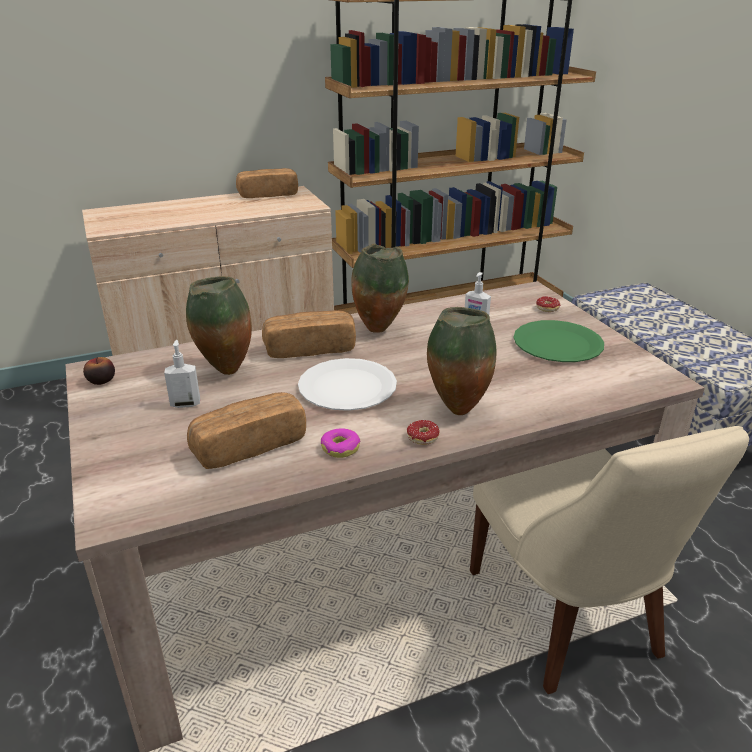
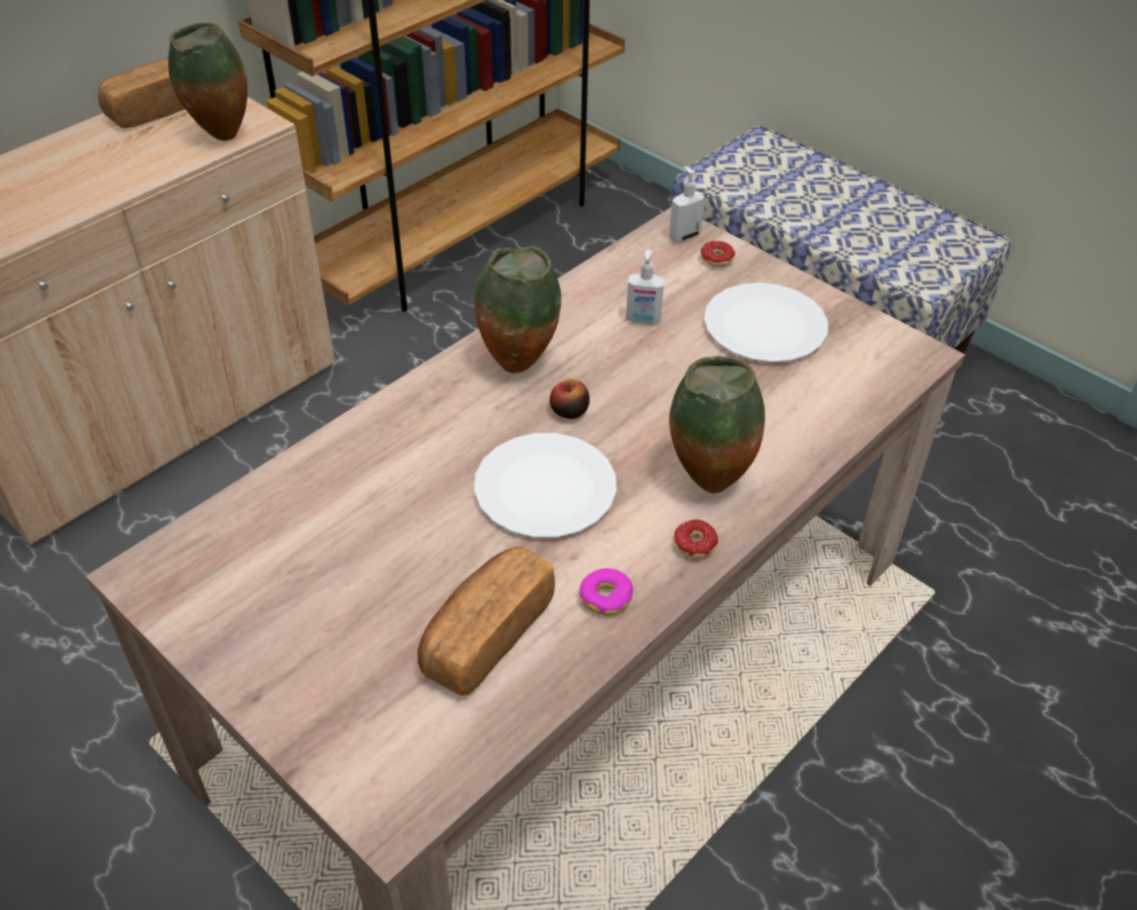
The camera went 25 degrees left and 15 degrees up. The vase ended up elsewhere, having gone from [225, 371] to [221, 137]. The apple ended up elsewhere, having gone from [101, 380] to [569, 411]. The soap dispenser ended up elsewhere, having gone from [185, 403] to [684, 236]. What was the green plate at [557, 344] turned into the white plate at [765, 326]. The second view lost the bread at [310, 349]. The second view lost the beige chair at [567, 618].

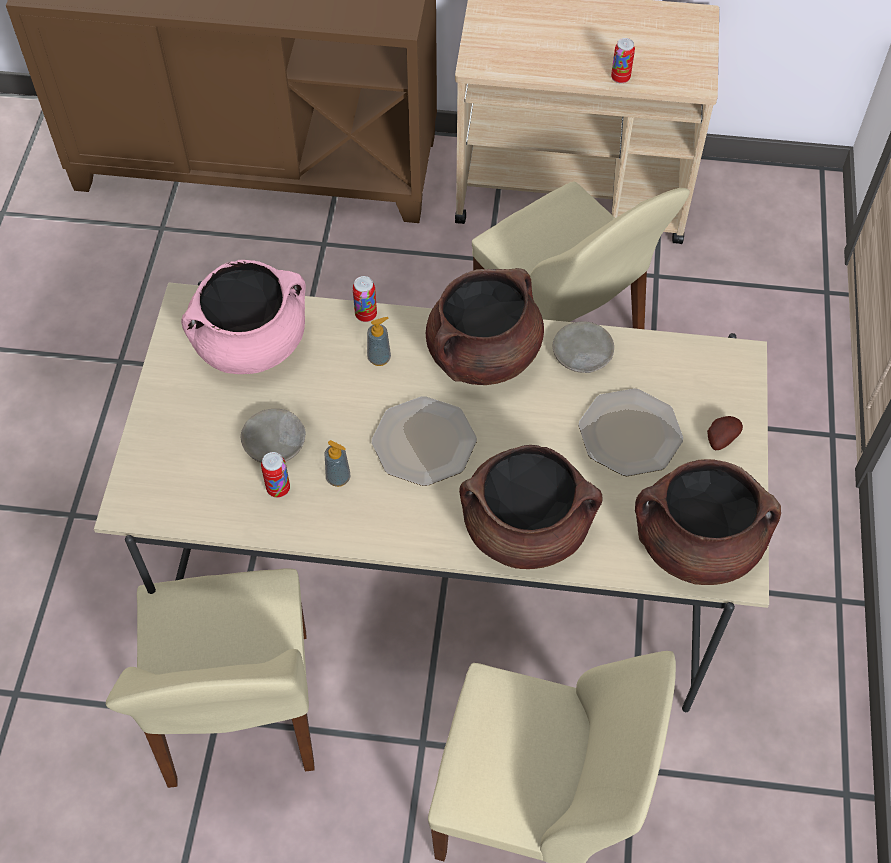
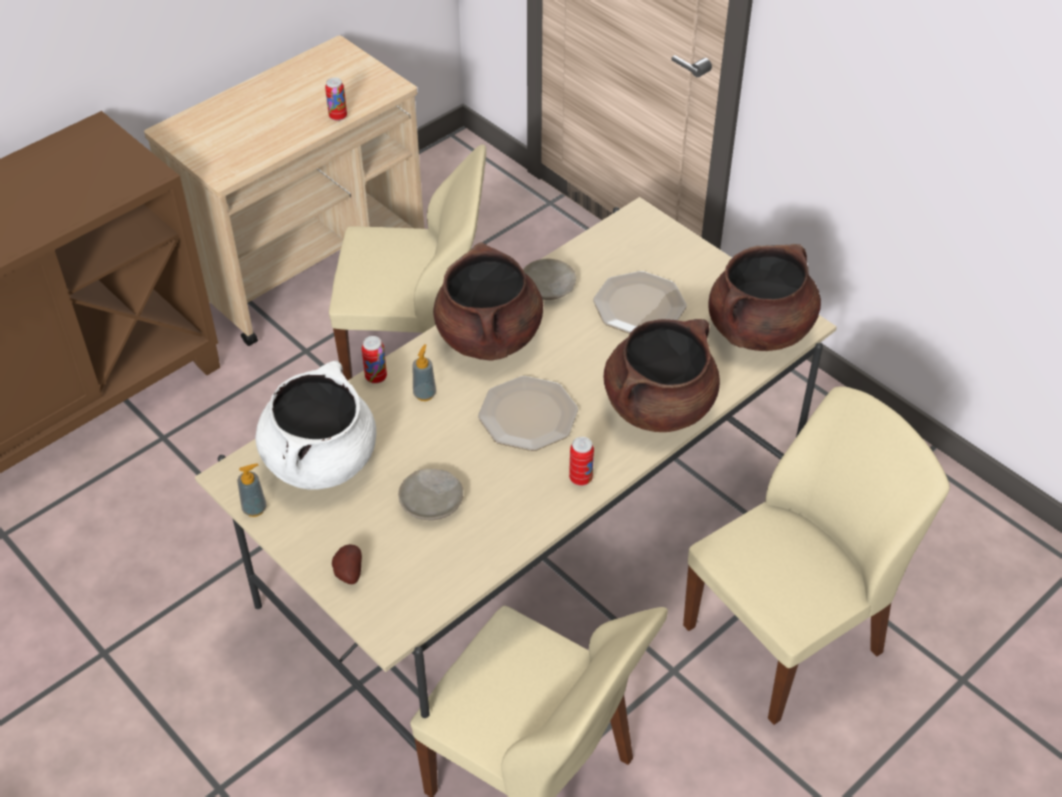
The camera went 50 degrees left and 10 degrees down. The soap dispenser ended up elsewhere, having gone from [338, 478] to [254, 509]. What was the pink cooking pot at [251, 343] turned into the white cooking pot at [320, 460]. The potato ended up elsewhere, having gone from [719, 439] to [347, 573]. The can ended up elsewhere, having gone from [278, 489] to [580, 478].

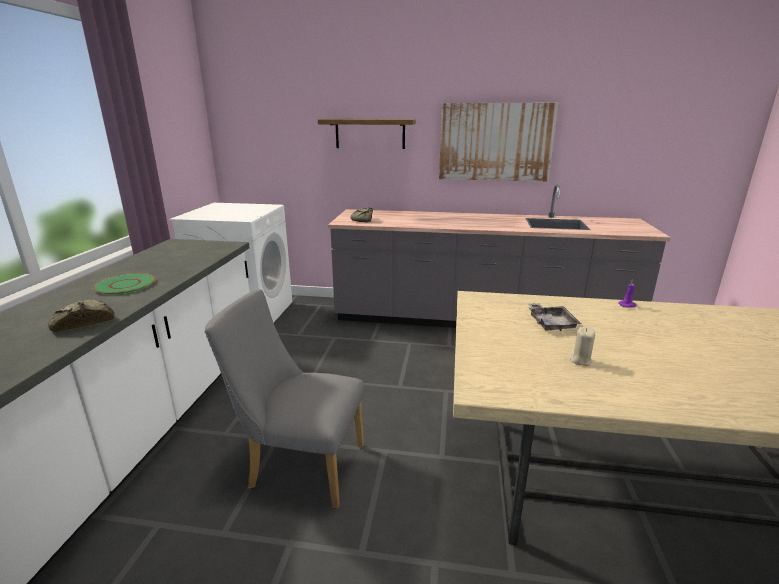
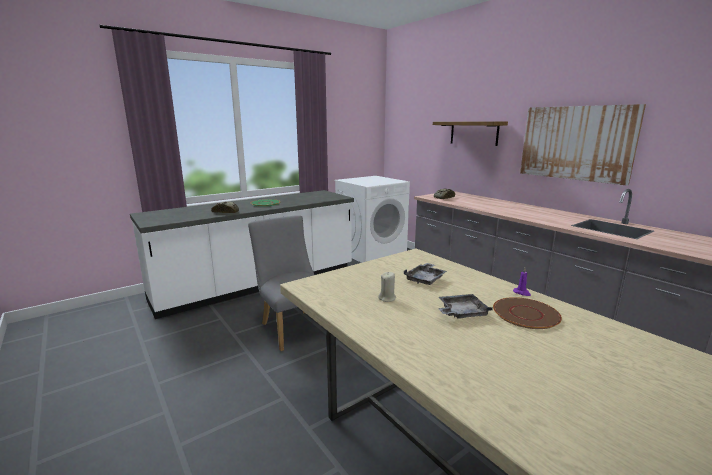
The camera went 45 degrees right and 5 degrees down. The second view gained the grey tray at [461, 313]. The second view gained the brown plate at [526, 314].

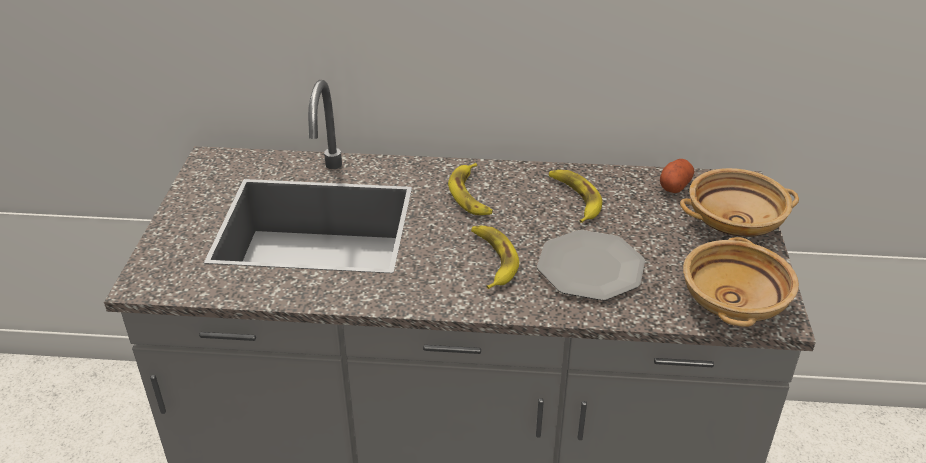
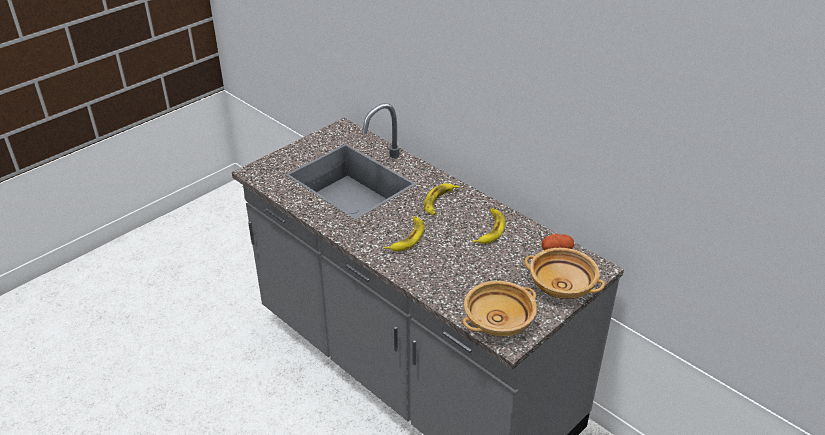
The camera went 40 degrees right and 0 degrees up. The second view lost the plate at [590, 267].

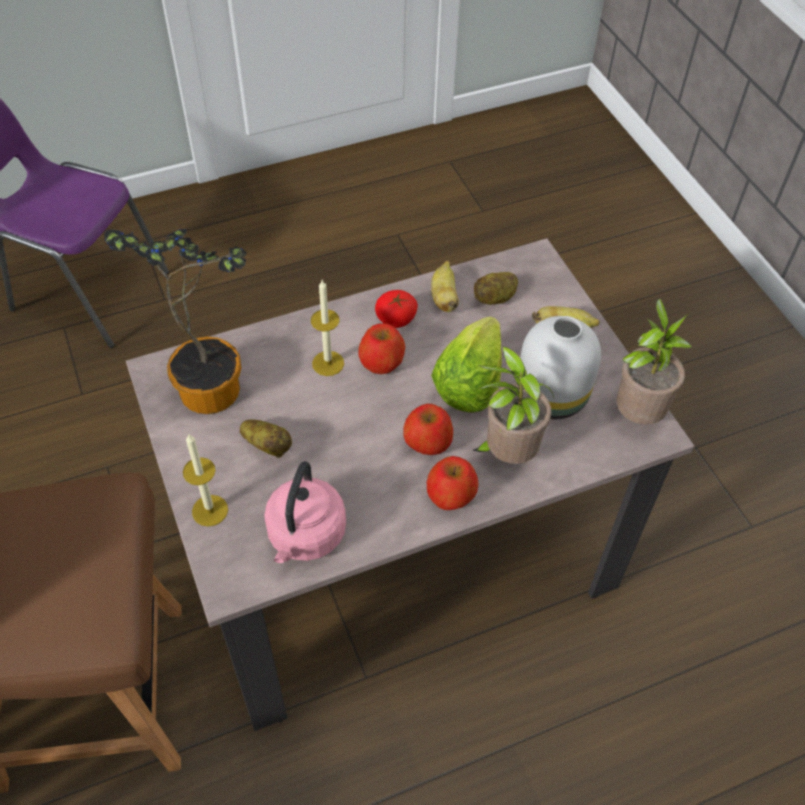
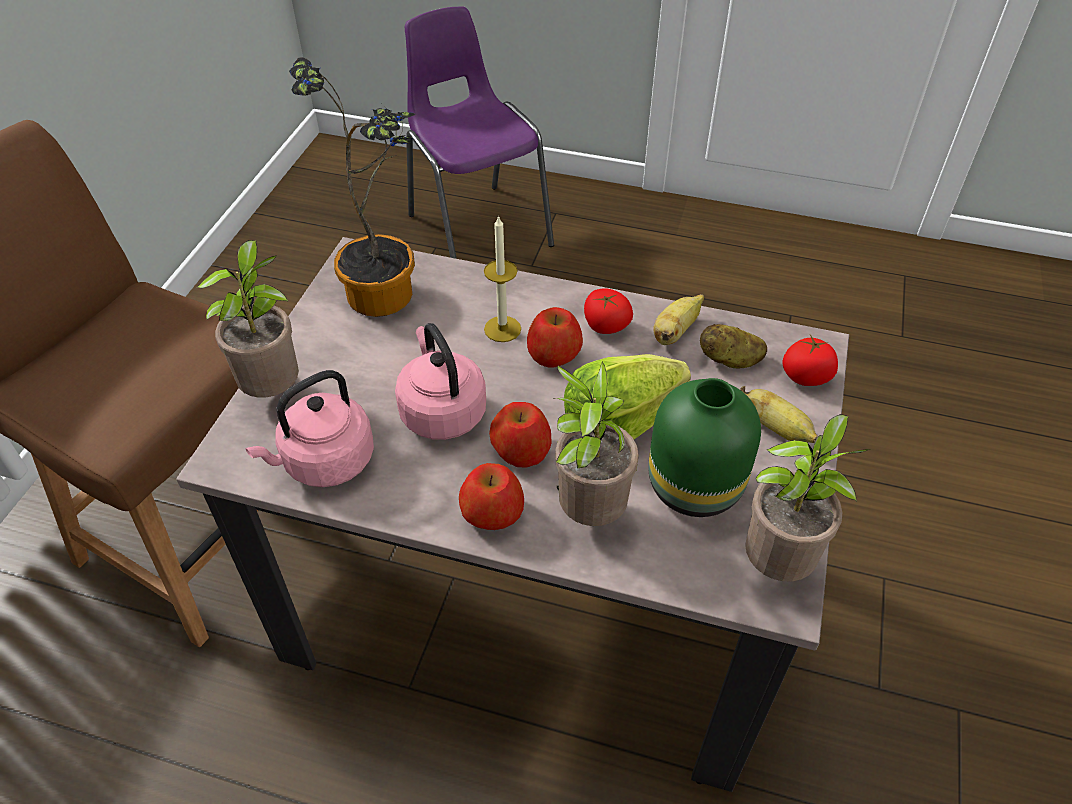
The camera went 40 degrees right and 5 degrees down. Where the candle stood at [210, 510], the potted plant came to stand at [275, 390]. The second view gained the pink kettle at [441, 411]. What was the white vase at [549, 397] turned into the green vase at [692, 485]. The second view gained the tomato at [806, 377]. The second view lost the potato at [267, 445].

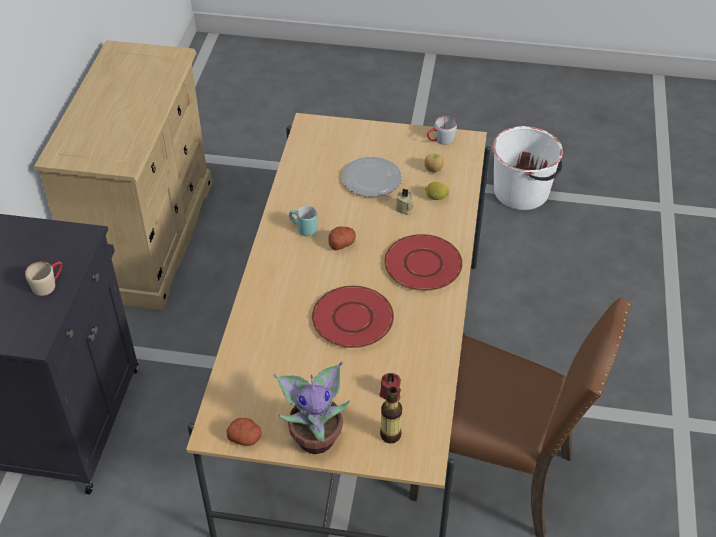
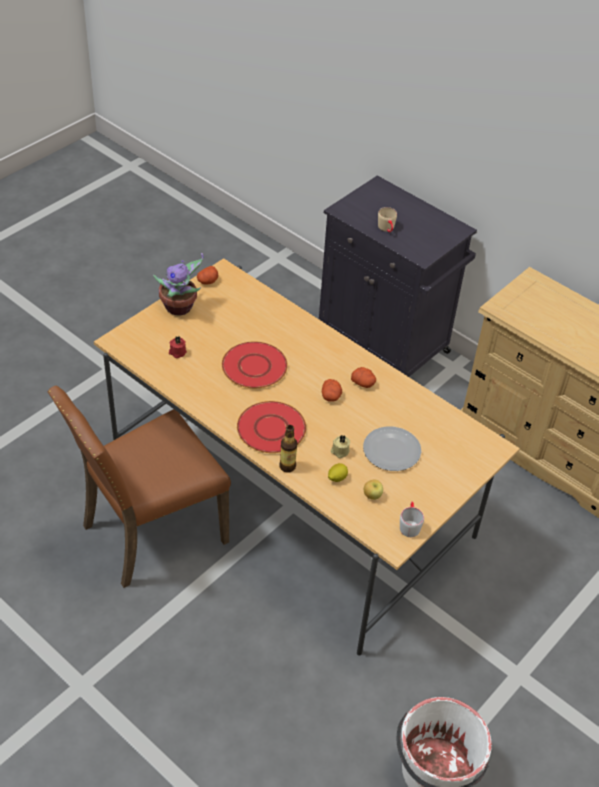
The camera went 120 degrees right and 0 degrees up. The bottle ended up elsewhere, having gone from [390, 435] to [287, 466]. Where the turquoise mug stood at [303, 230], the potato came to stand at [363, 383].

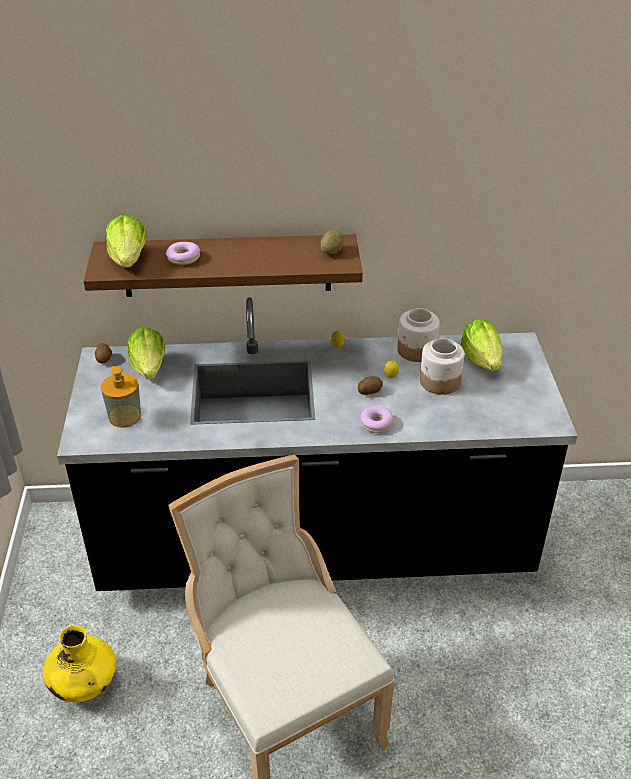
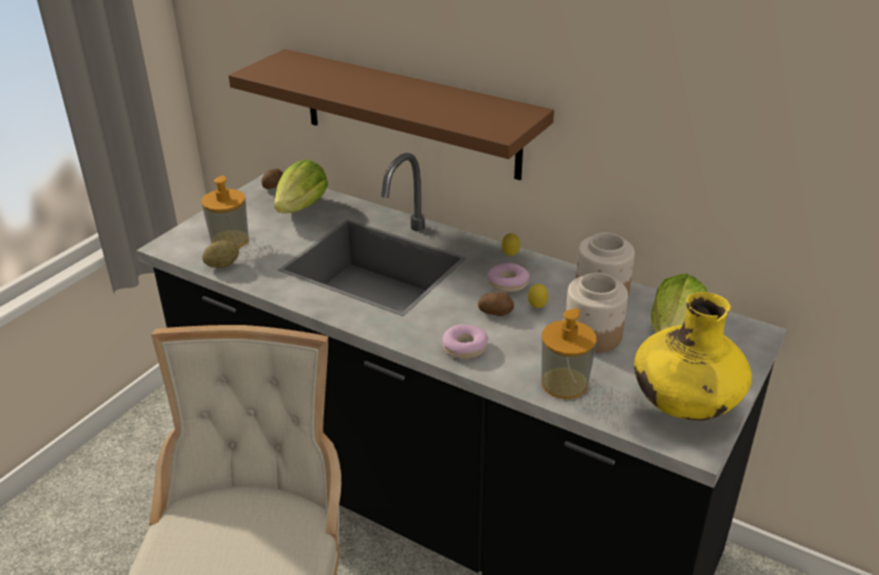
The camera went 35 degrees right and 5 degrees down. The potato ended up elsewhere, having gone from [331, 252] to [222, 265]. The donut ended up elsewhere, having gone from [183, 258] to [507, 283]. The second view gained the soap dispenser at [564, 383]. The yellow vase ended up elsewhere, having gone from [84, 685] to [684, 406]. The second view lost the lettuce at [129, 260].

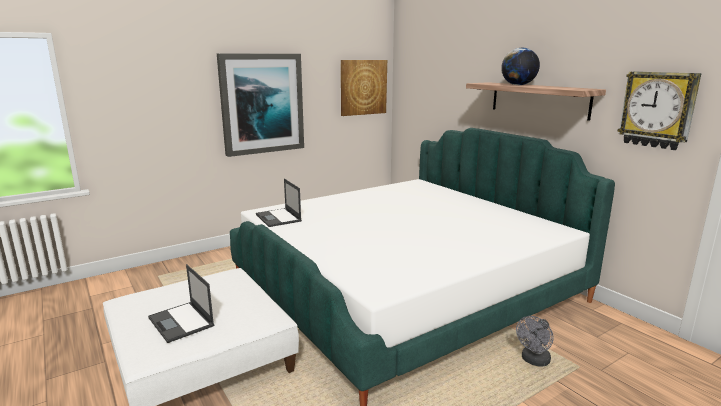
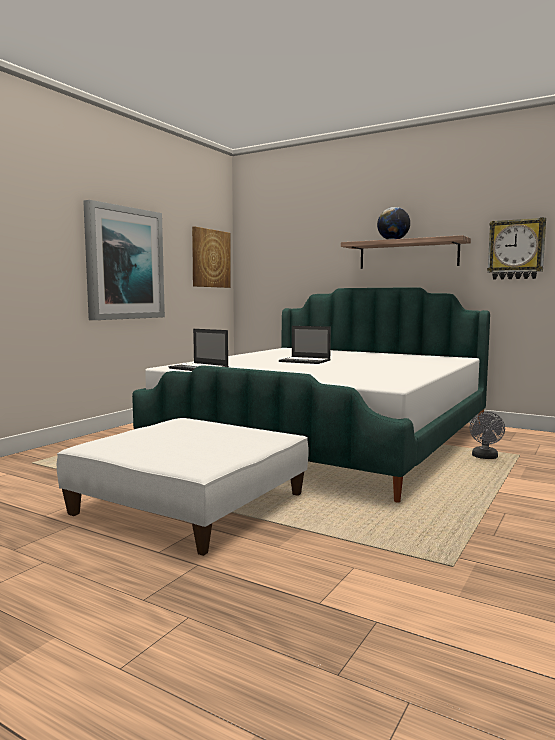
The camera went 25 degrees left and 10 degrees down. The laptop ended up elsewhere, having gone from [181, 322] to [305, 361].

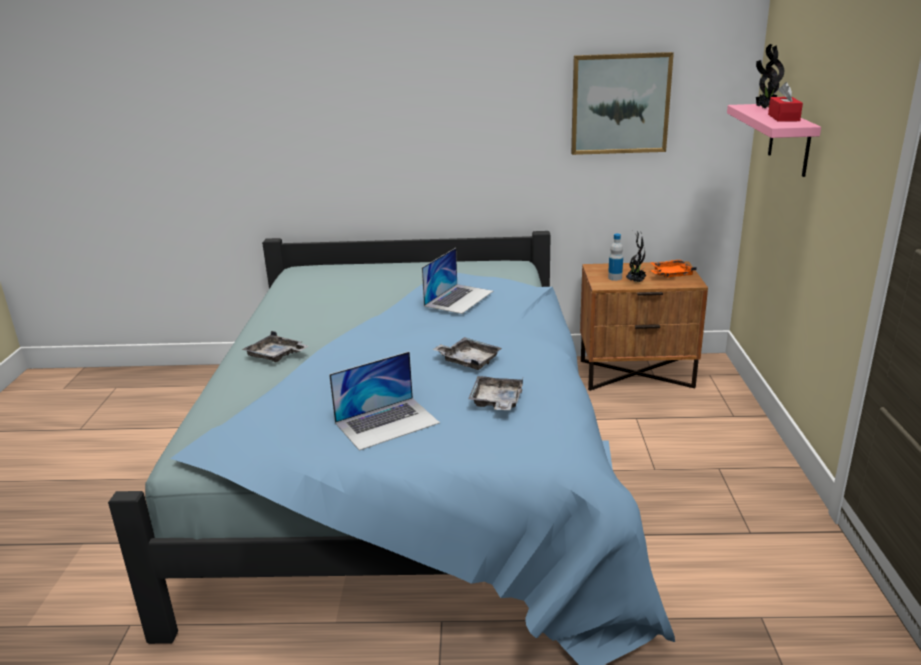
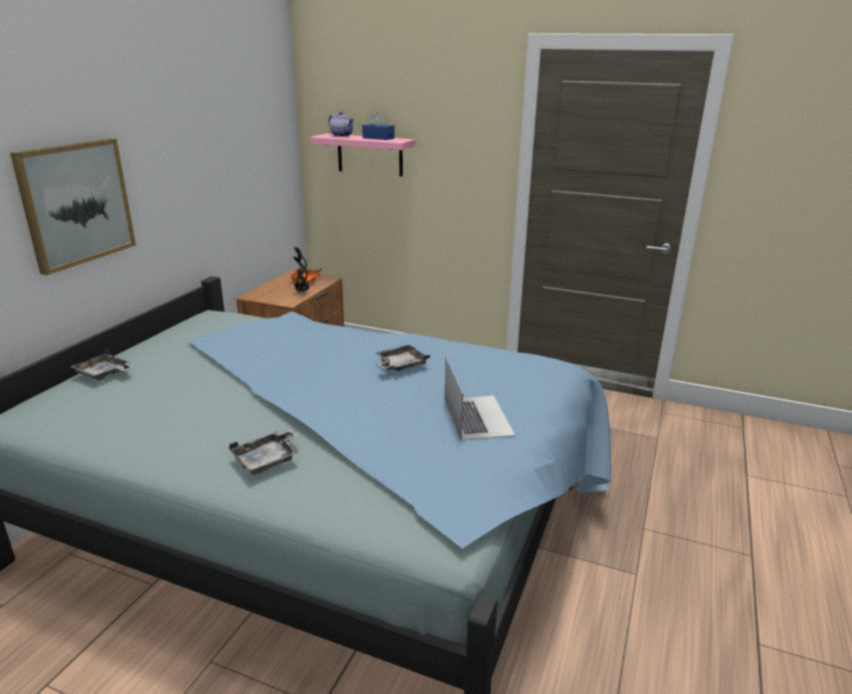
The camera went 70 degrees left and 0 degrees up. The picture ended up elsewhere, having gone from [620, 103] to [76, 203]. The grey tray ended up elsewhere, having gone from [496, 402] to [104, 374]. Where the potted plant stood at [765, 108], the teapot came to stand at [342, 135]. What was the red tissue box at [783, 118] turned into the blue tissue box at [378, 138]. The second view lost the laptop at [459, 298]. The second view lost the bottle at [615, 278].

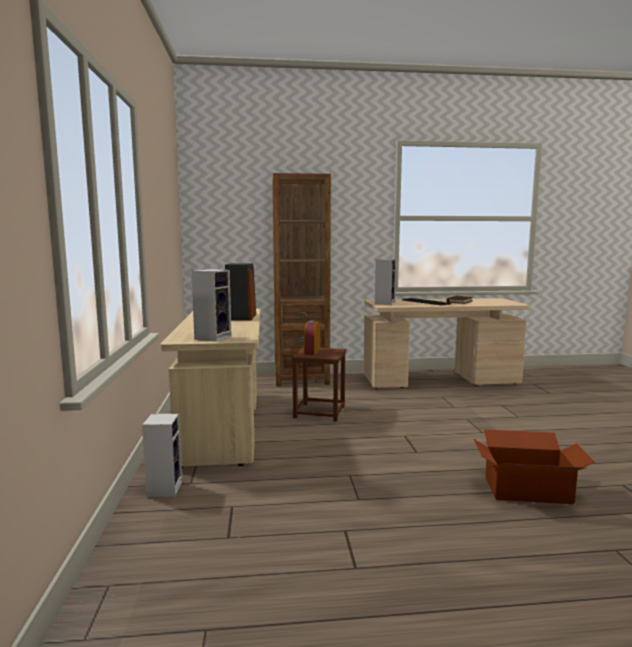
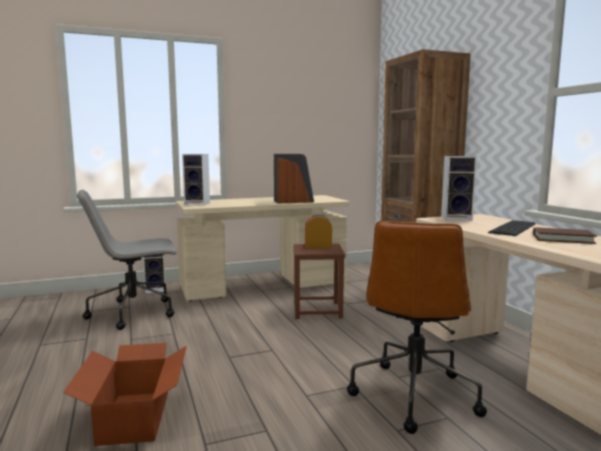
The camera went 75 degrees right and 0 degrees up. The second view gained the grey office chair at [134, 312]. The second view gained the brown office chair at [414, 394].

